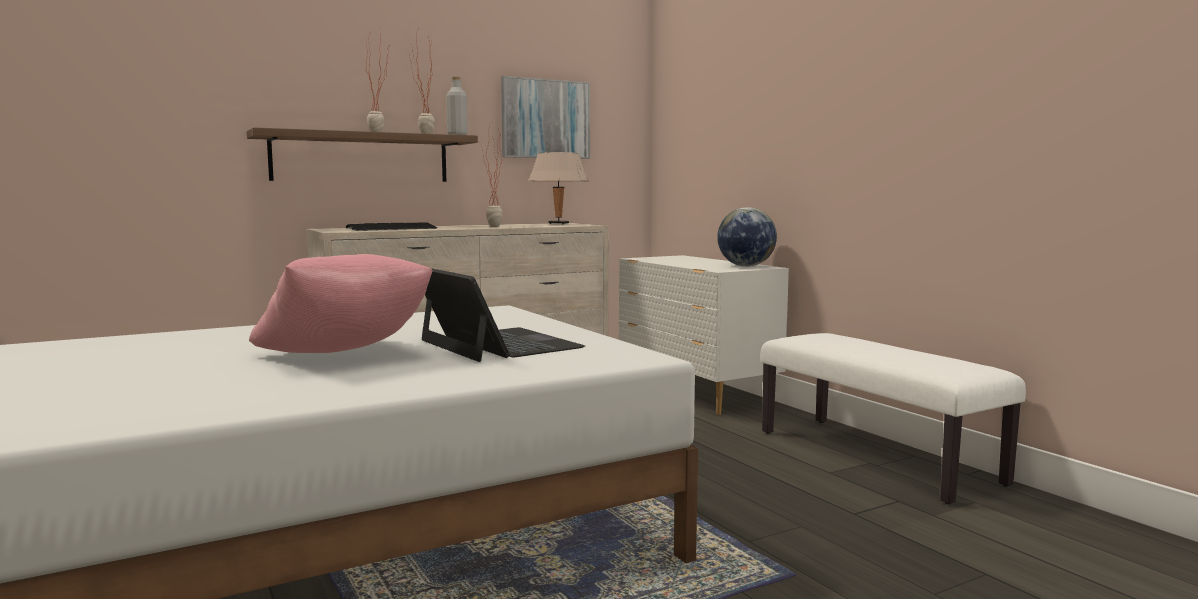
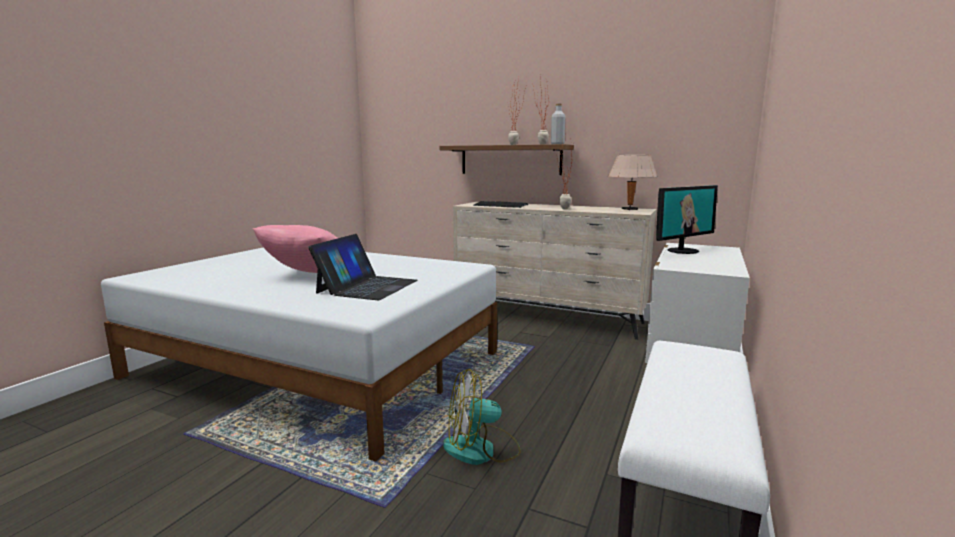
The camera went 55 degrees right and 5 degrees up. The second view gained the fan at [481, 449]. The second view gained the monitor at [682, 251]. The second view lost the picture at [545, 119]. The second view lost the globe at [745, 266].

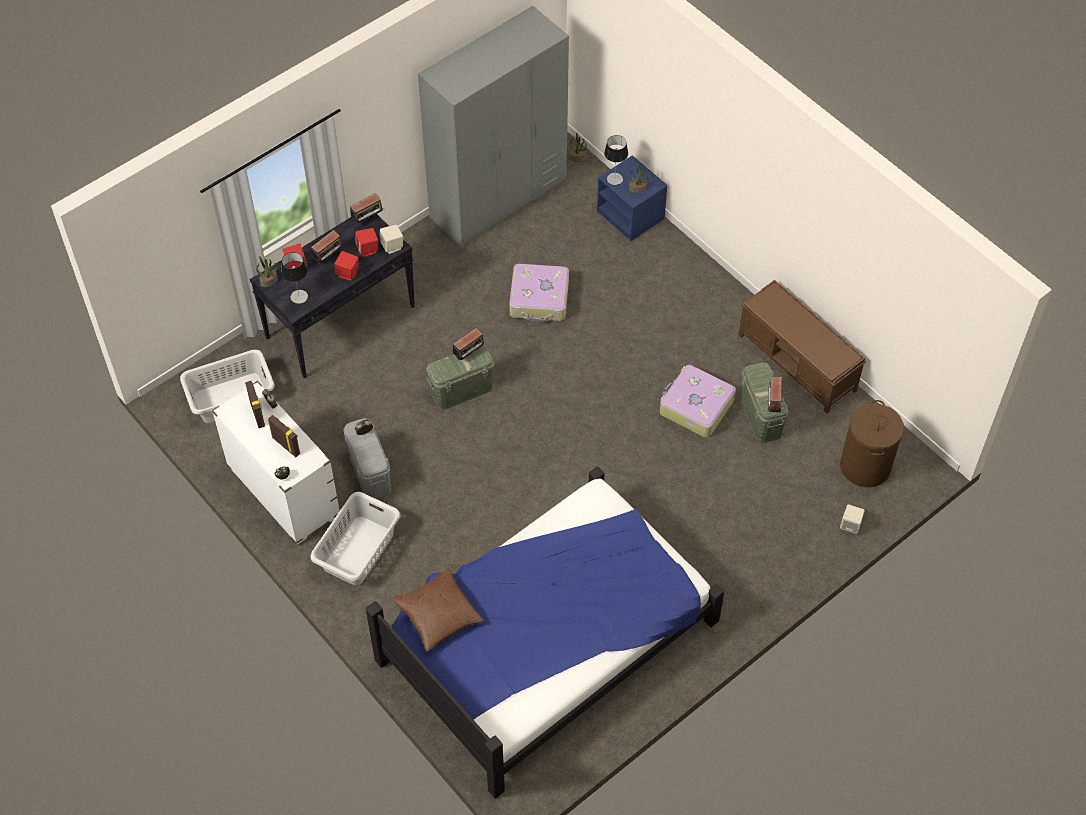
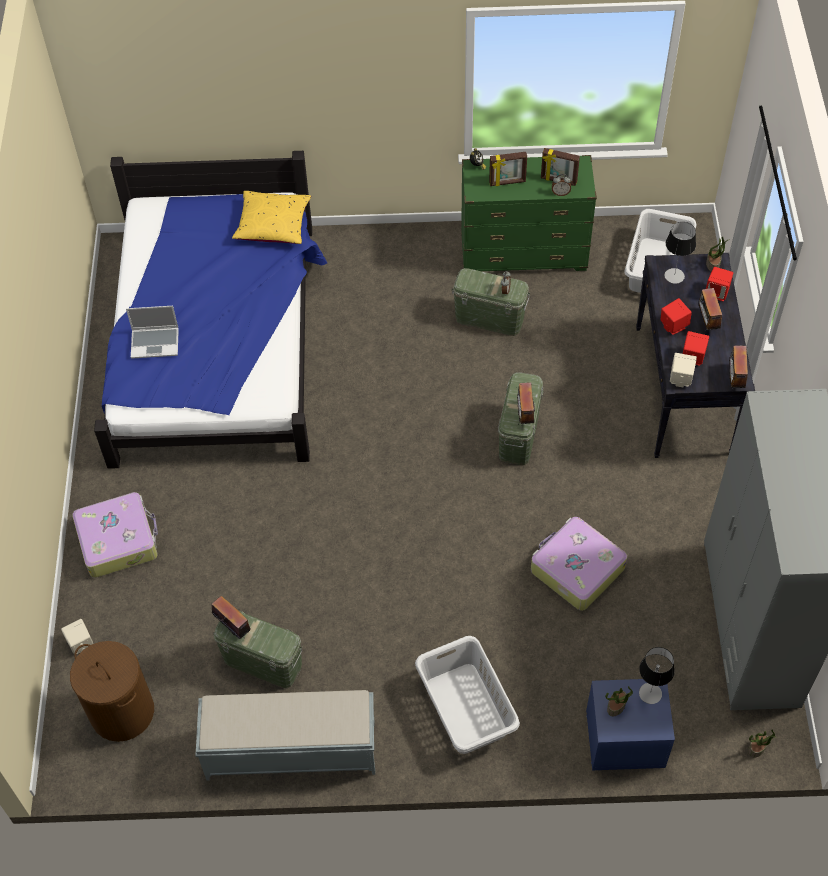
The camera went 130 degrees right and 0 degrees up. The suitcase ended up elsewhere, having gone from [695, 407] to [118, 540]. The second view gained the laptop at [156, 343]. What was the brown bench at [797, 363] turned into the grey bench at [290, 750]. What was the brown pillow at [438, 615] turned into the yellow pillow at [273, 225]. The grey laundry basket ended up elsewhere, having gone from [359, 551] to [465, 709]. What was the grey storage box at [369, 472] turned into the green storage box at [490, 318]. What was the white dresser at [283, 491] turned into the green dresser at [523, 253].

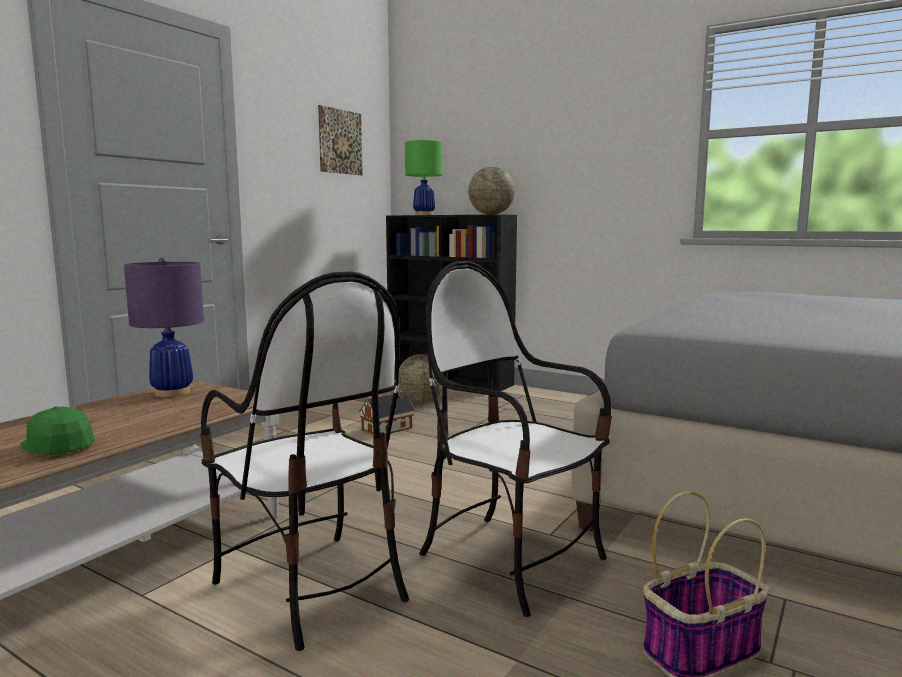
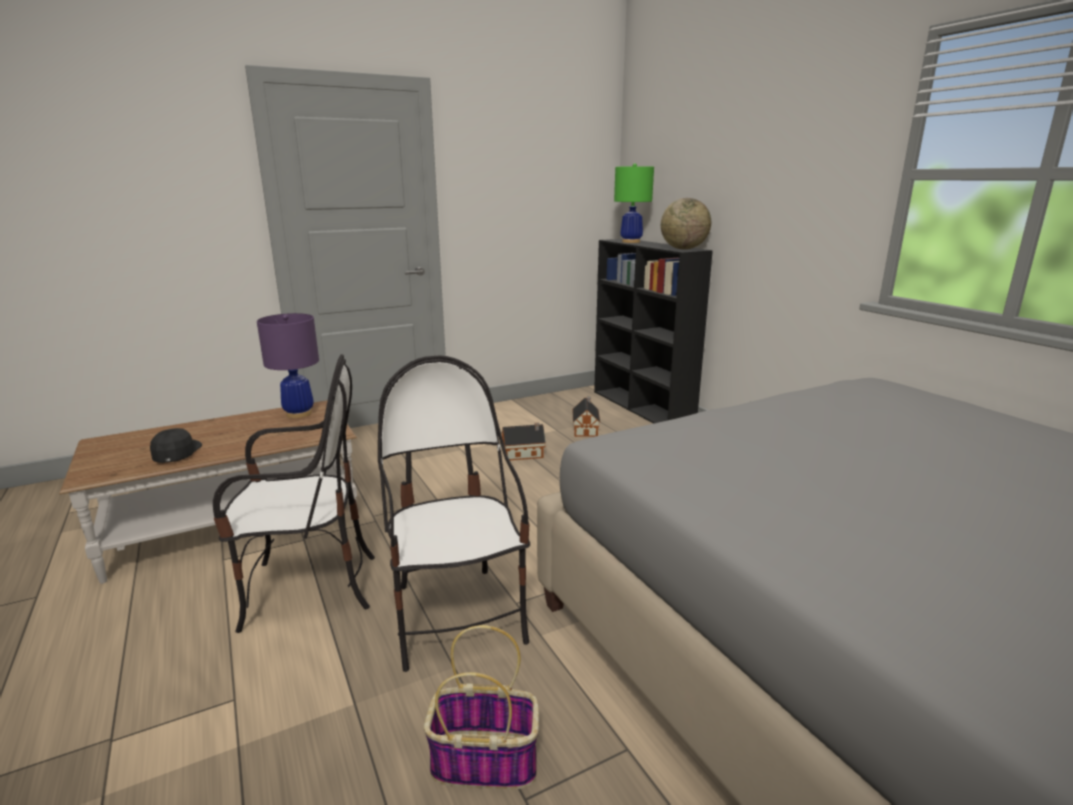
The camera went 30 degrees right and 10 degrees up. What was the green cap at [59, 445] turned into the black cap at [176, 453]. The chair at [311, 587] ended up facing another way, 90 degrees counterclockwise from before. Where the globe stood at [421, 402], the toy house came to stand at [586, 429]. The second view lost the picture at [340, 141].

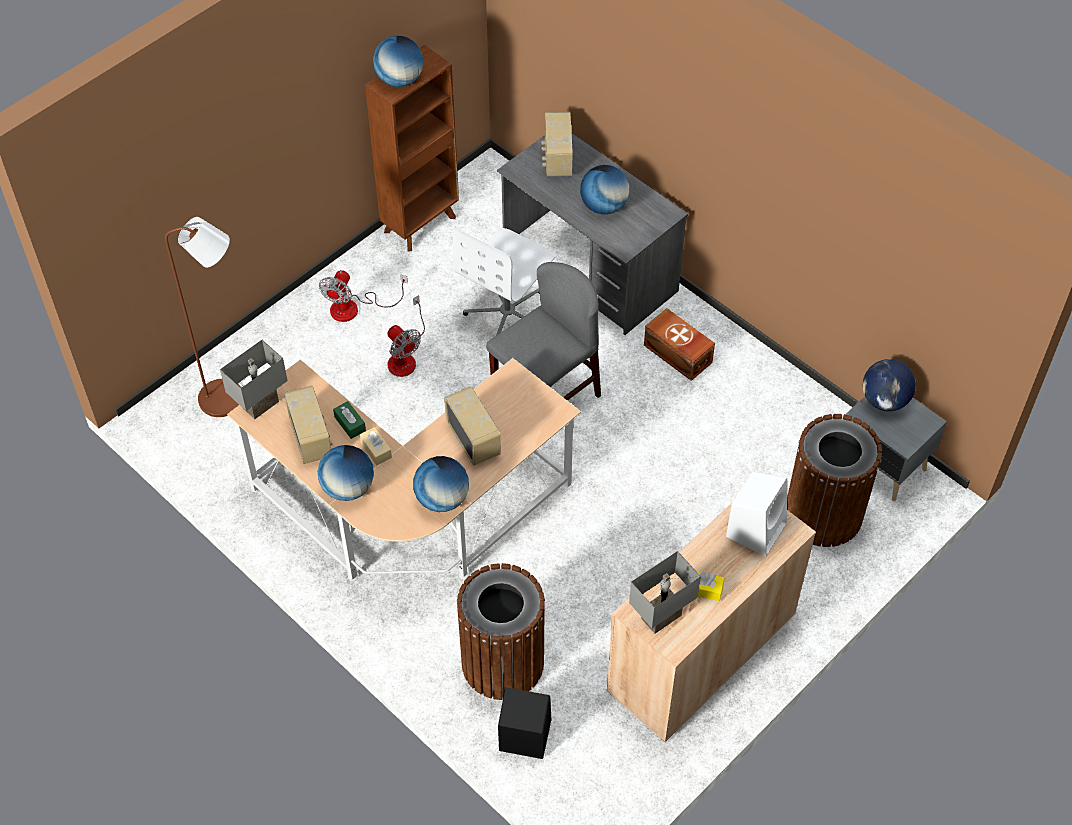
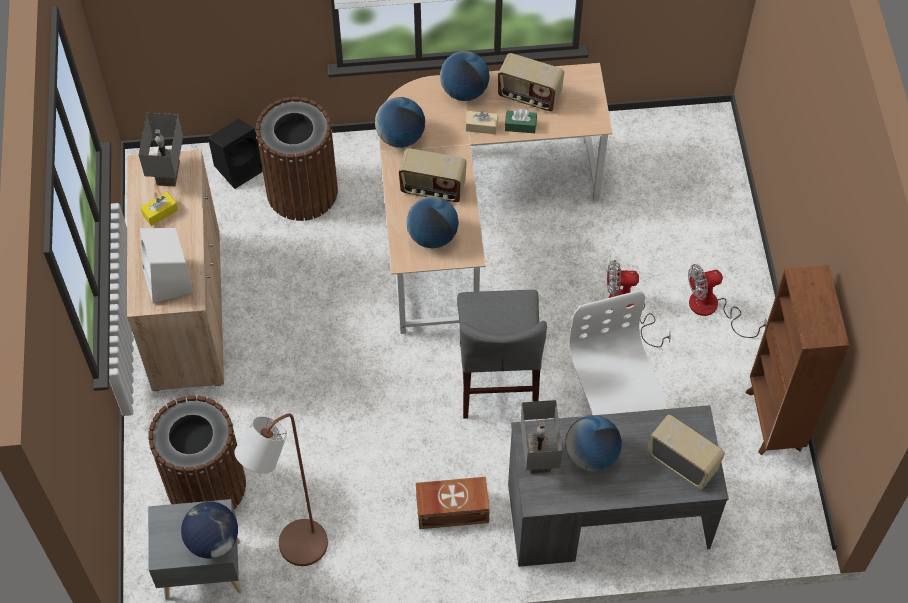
The camera went 130 degrees right and 5 degrees up. The brown floor lamp ended up elsewhere, having gone from [230, 399] to [296, 550]. The globe ended up elsewhere, having gone from [399, 80] to [432, 236]. The grey table lamp ended up elsewhere, having gone from [260, 403] to [540, 458]. The fan at [354, 308] ended up facing another way, 75 degrees counterclockwise from before.

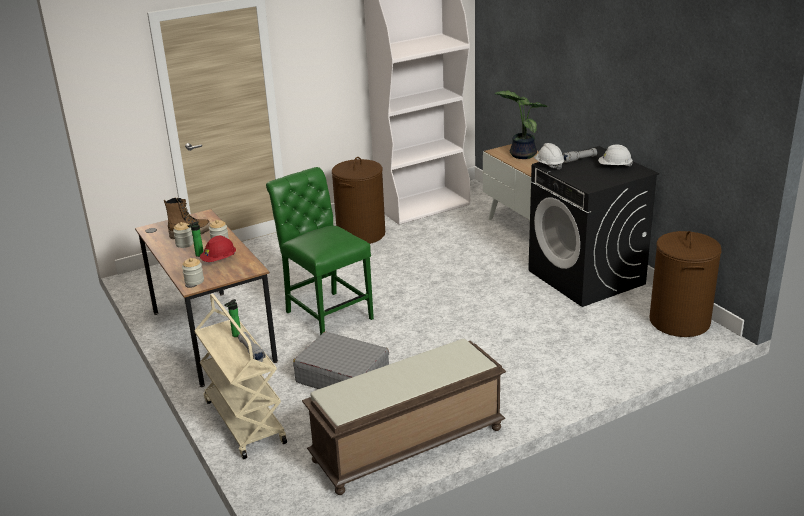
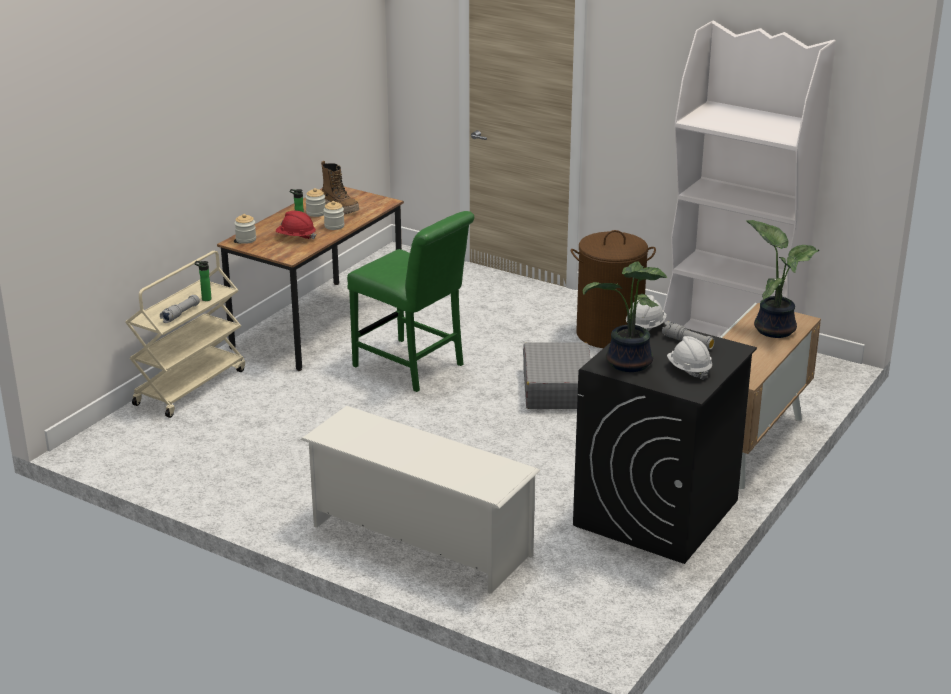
The camera went 60 degrees right and 0 degrees up. The second view gained the white shoe rack at [419, 540]. The green chair at [326, 313] ended up facing another way, 105 degrees clockwise from before. The grey suitcase ended up elsewhere, having gone from [342, 376] to [557, 389]. The second view gained the potted plant at [628, 364]. The second view lost the brown bench at [407, 445]. The second view lost the brown laundry basket at [679, 321].

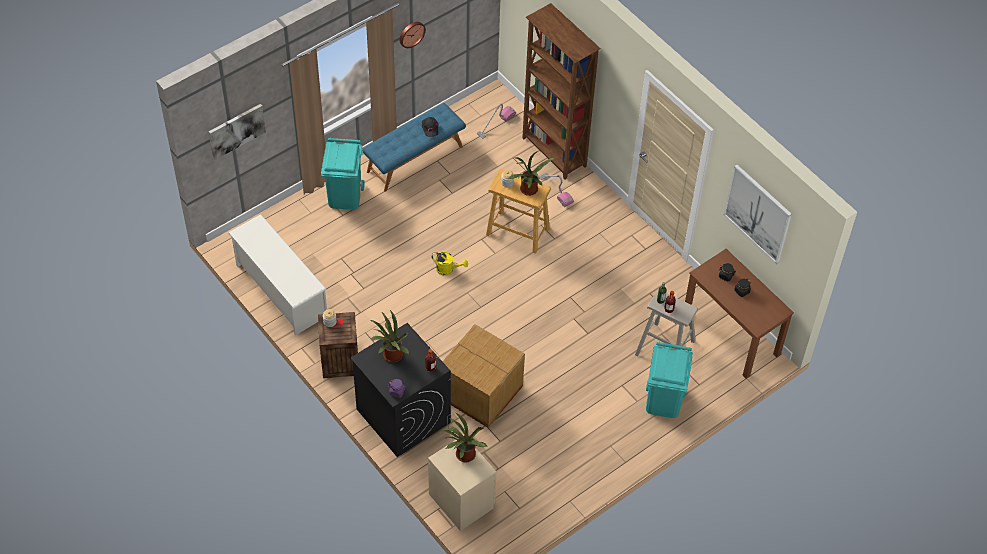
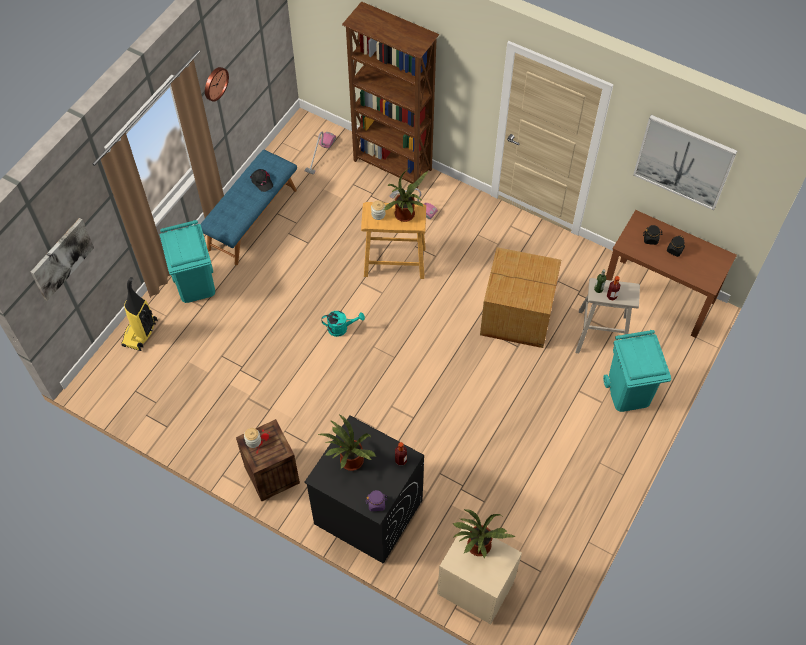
The camera went 20 degrees left and 5 degrees up. The second view gained the vacuum cleaner at [140, 334]. What was the yellow watering can at [448, 269] turned into the turquoise watering can at [341, 328]. The cardboard box ended up elsewhere, having gone from [481, 393] to [518, 316]. The second view lost the white shoe rack at [280, 291].

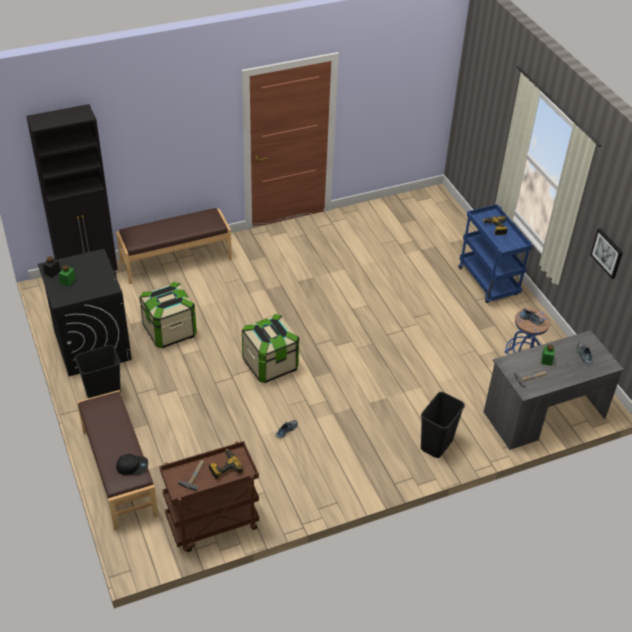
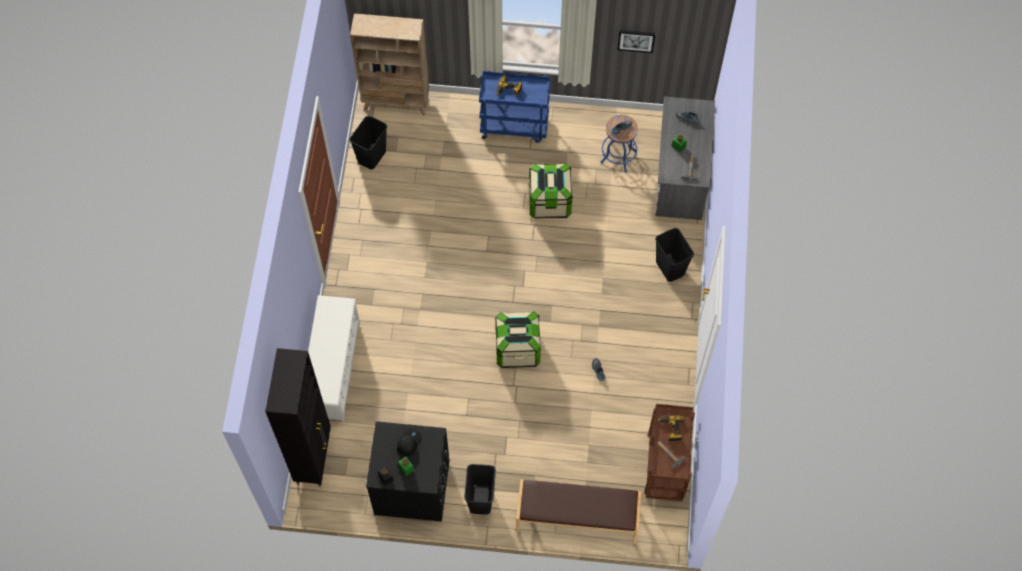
The camera went 60 degrees left and 20 degrees up. Where the brown bench stood at [176, 260], the white shoe rack came to stand at [333, 369]. The second view gained the black trash can at [371, 156]. The second view gained the beige bookcase at [396, 102]. The black cap ended up elsewhere, having gone from [132, 466] to [408, 443]. The storage box ended up elsewhere, having gone from [170, 331] to [549, 202].

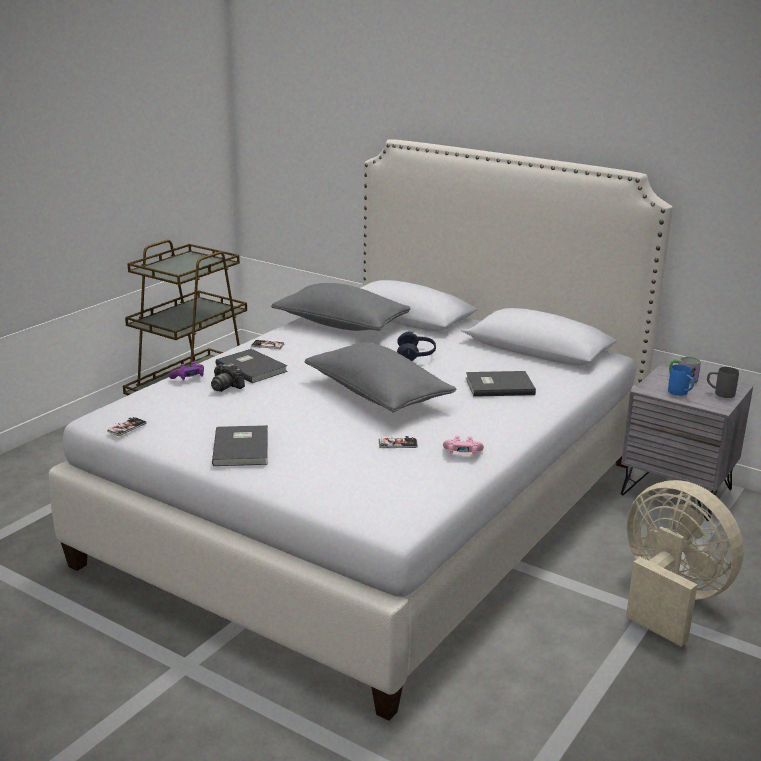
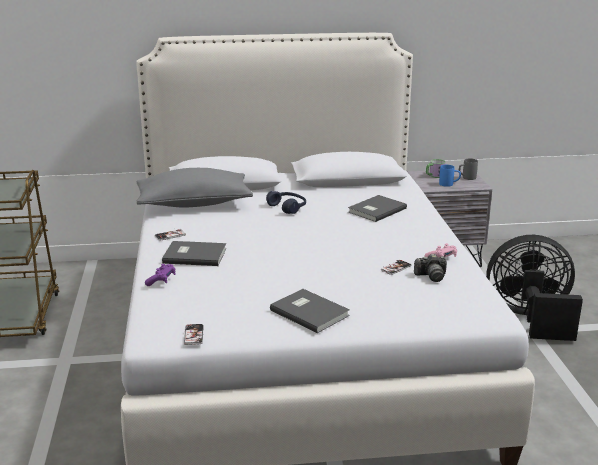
The camera went 40 degrees left and 0 degrees up. The photo camera ended up elsewhere, having gone from [226, 386] to [431, 276]. What was the beige fan at [670, 599] turned into the black fan at [530, 318]. The second view lost the grey pillow at [377, 395].

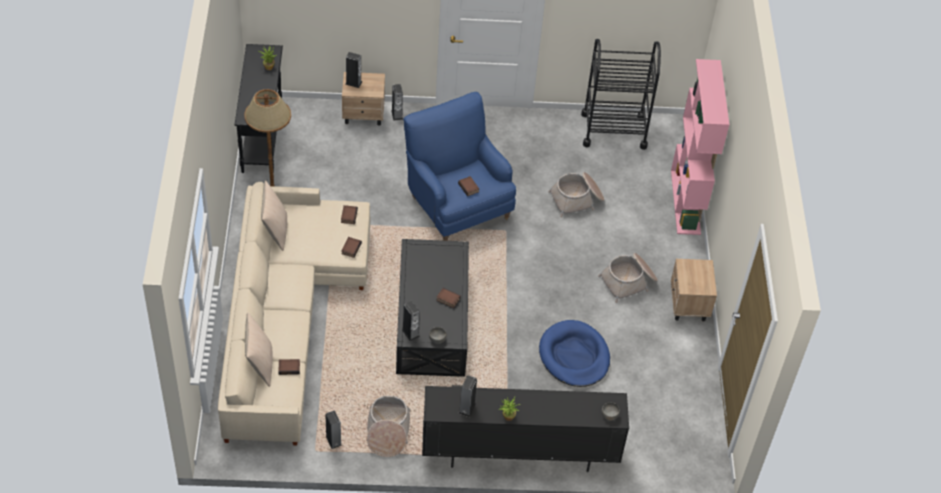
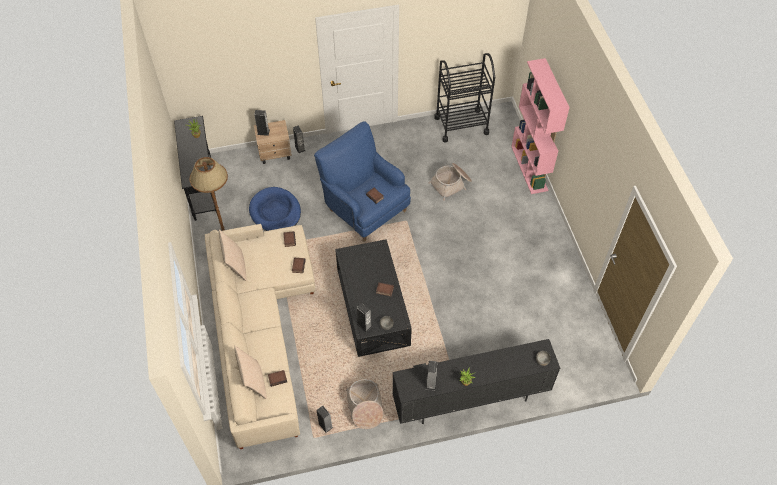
The camera went 10 degrees left and 5 degrees up. The blue dog bed ended up elsewhere, having gone from [574, 356] to [275, 212]. The second view lost the basket at [629, 281]. The second view lost the beige nightstand at [688, 305].

